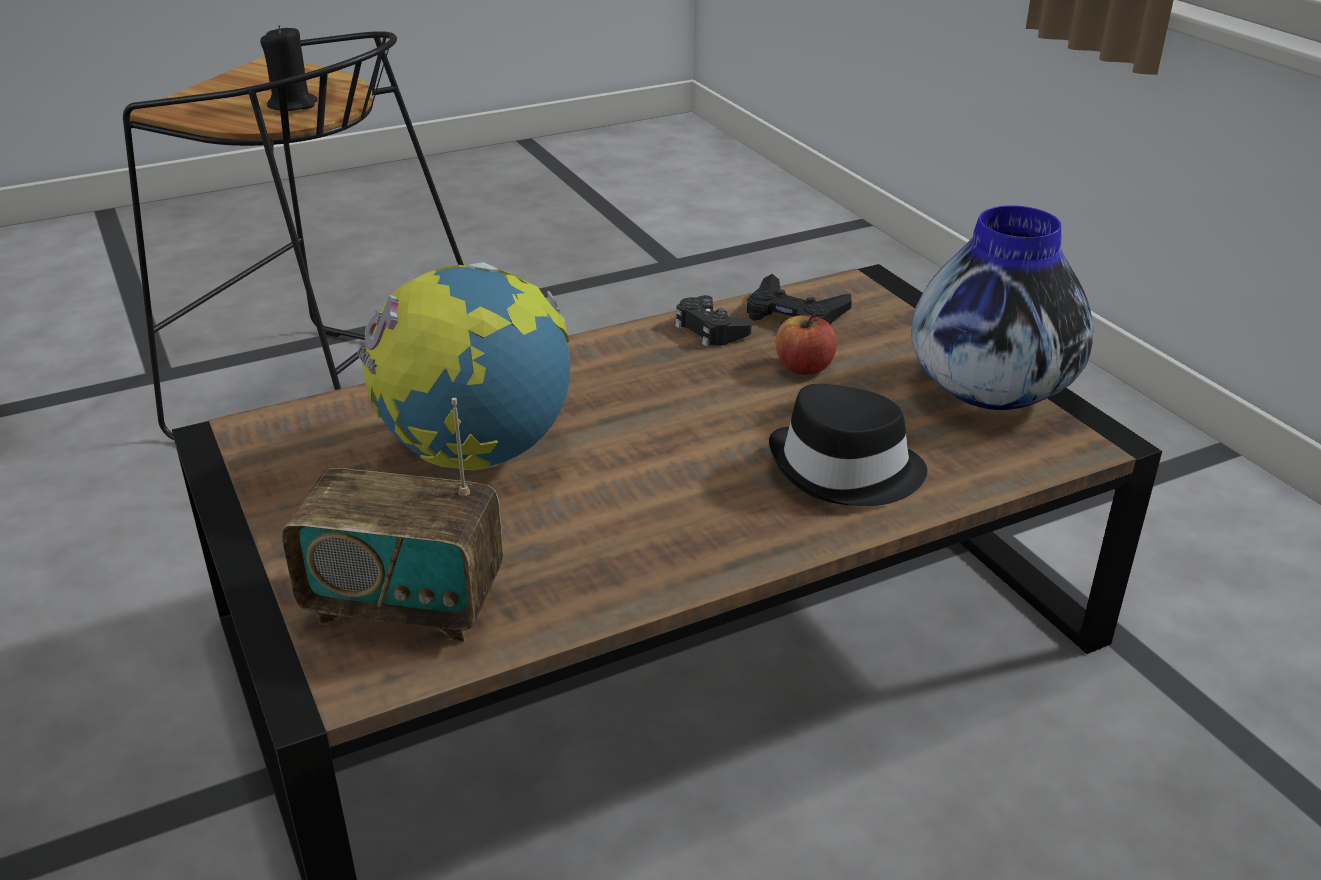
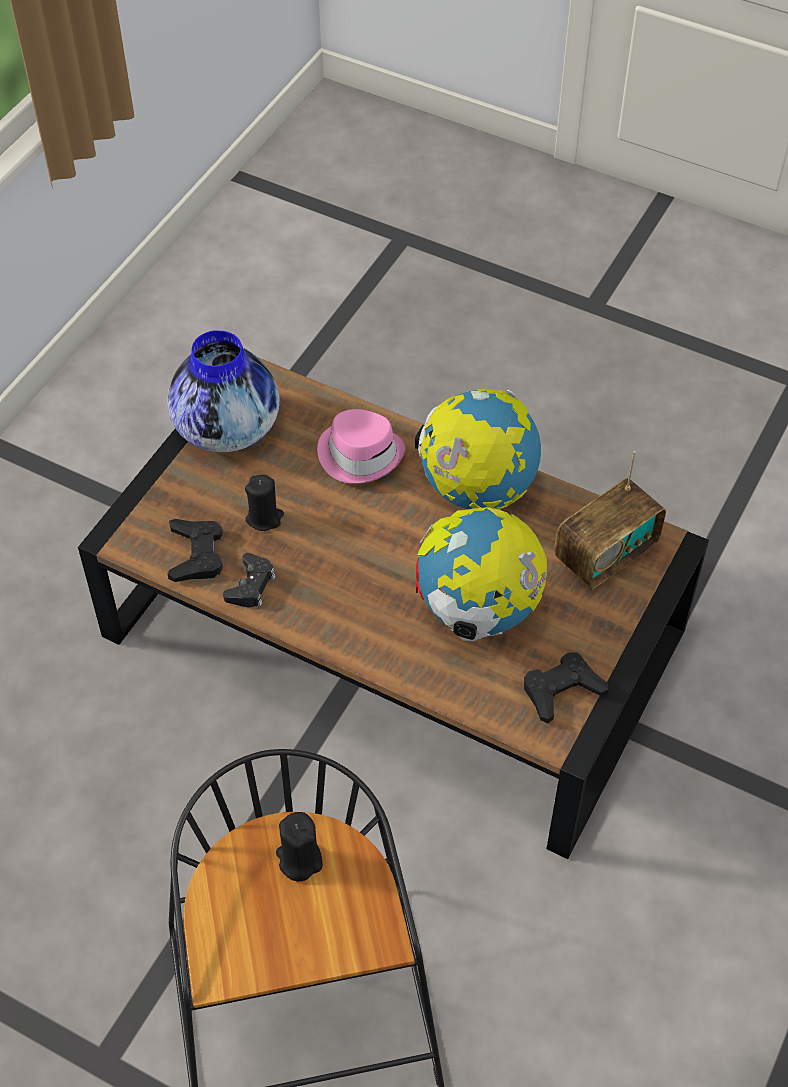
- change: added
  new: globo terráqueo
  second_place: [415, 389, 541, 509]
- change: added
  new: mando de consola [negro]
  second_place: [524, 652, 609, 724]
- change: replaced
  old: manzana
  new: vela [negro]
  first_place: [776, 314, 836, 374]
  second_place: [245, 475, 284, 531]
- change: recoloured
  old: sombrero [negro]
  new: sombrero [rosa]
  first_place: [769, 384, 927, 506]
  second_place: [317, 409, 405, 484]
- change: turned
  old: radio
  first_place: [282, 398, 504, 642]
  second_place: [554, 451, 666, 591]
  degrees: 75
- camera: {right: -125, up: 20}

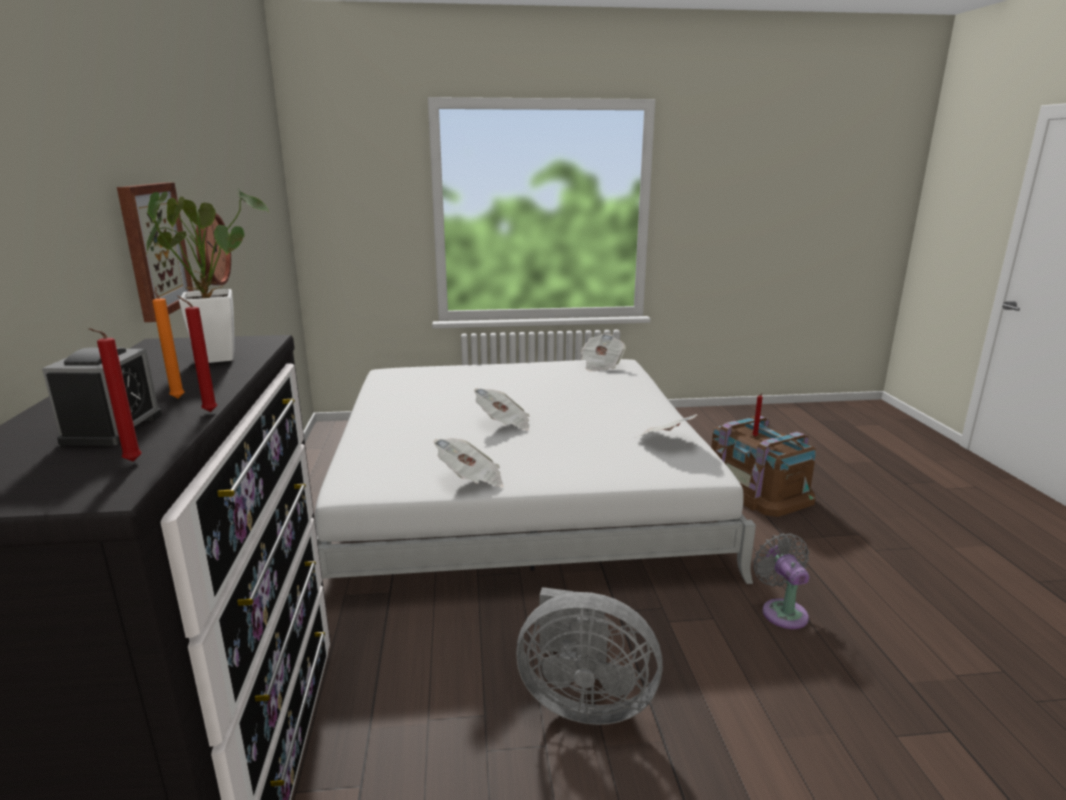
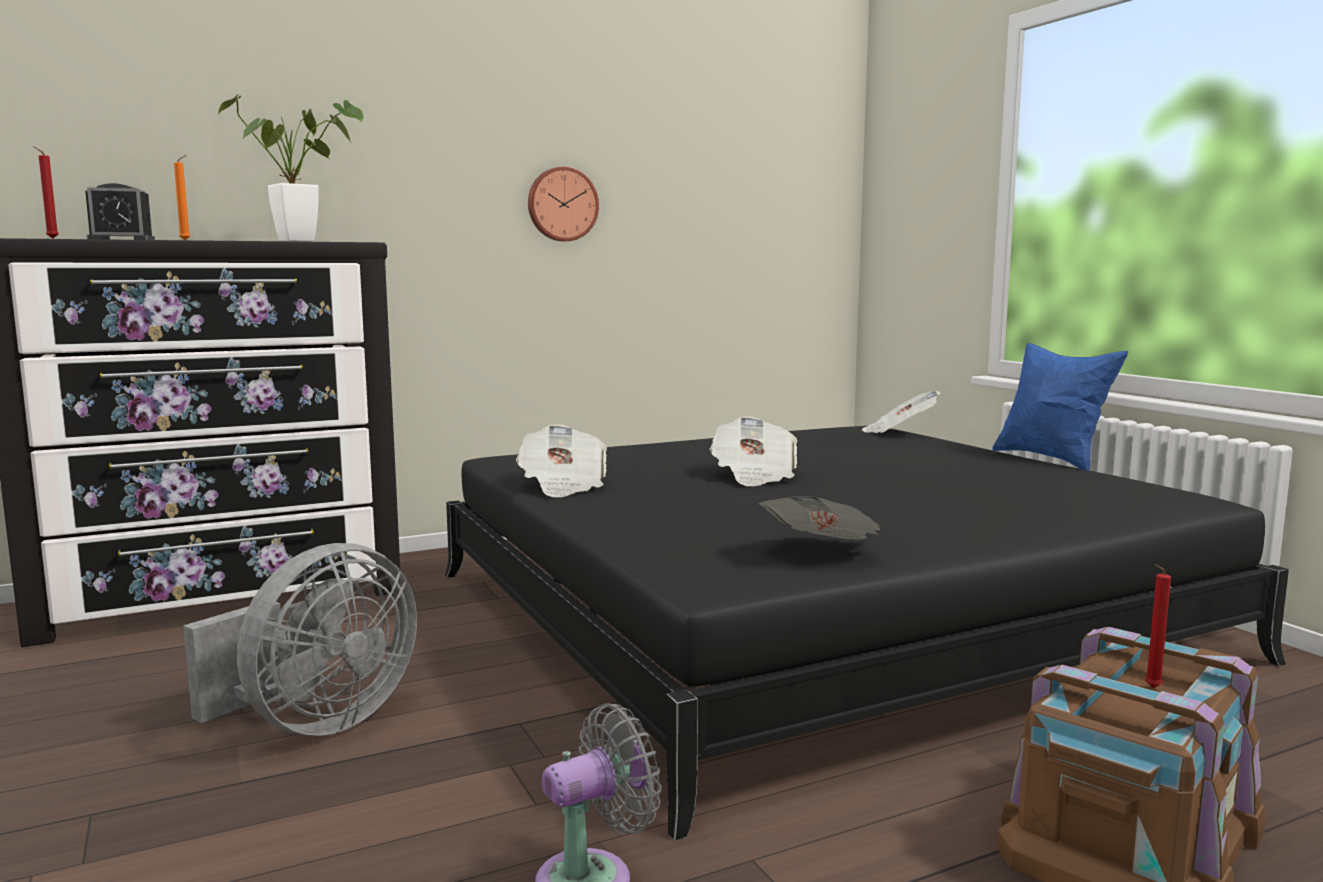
- change: removed
  old: cuadro
  first_place: [117, 183, 194, 322]
- change: removed
  old: vela [rojo]
  first_place: [177, 295, 217, 412]
- change: added
  new: cojín [azul]
  second_place: [992, 343, 1128, 471]
- change: moved
  old: periódico
  first_place: [581, 334, 626, 372]
  second_place: [861, 391, 941, 433]
- change: recoloured
  old: cama [blanco]
  new: cama [negro]
  first_place: [315, 359, 756, 584]
  second_place: [445, 426, 1289, 840]
- change: turned
  old: ventilador [gris]
  first_place: [516, 587, 663, 725]
  second_place: [183, 543, 417, 736]
  degrees: -135
- camera: {right: 70, up: -10}

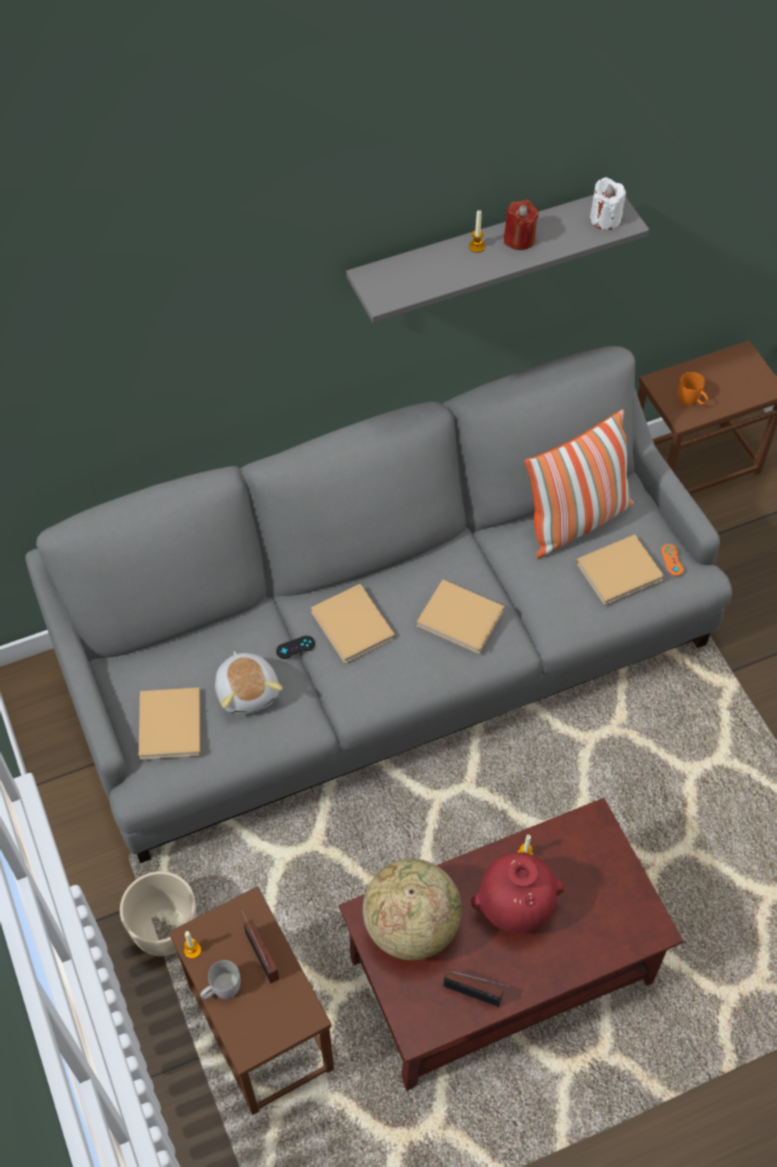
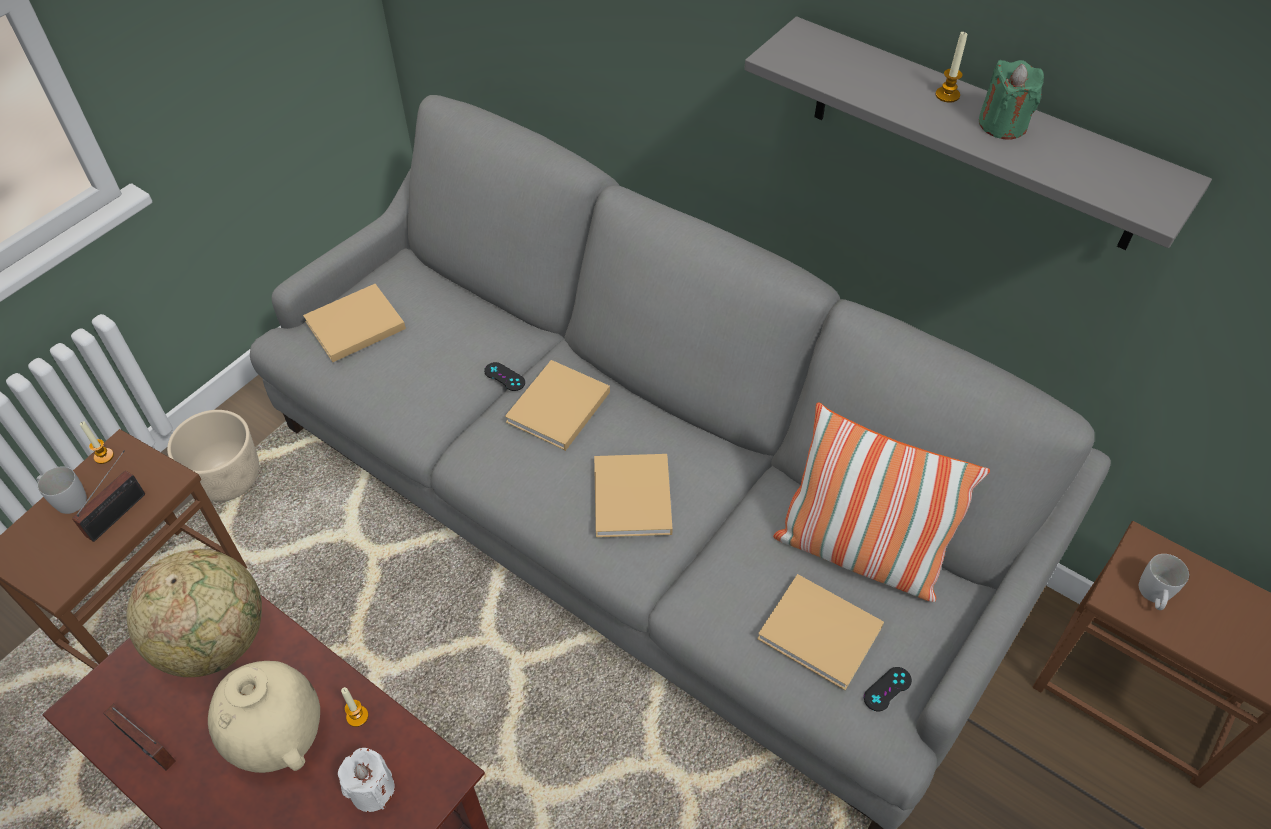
- change: removed
  old: peluche
  first_place: [215, 651, 283, 715]
- change: moved
  old: vela [blanco]
  first_place: [590, 177, 626, 230]
  second_place: [338, 748, 395, 812]
- change: recoloured
  old: florero [rojo]
  new: florero [beis]
  first_place: [471, 852, 564, 934]
  second_place: [208, 661, 320, 773]
- change: recoloured
  old: vela [rojo]
  new: vela [verde]
  first_place: [504, 200, 539, 250]
  second_place: [979, 60, 1044, 140]
- change: recoloured
  old: mando de consola [naranja]
  new: mando de consola [negro]
  first_place: [661, 544, 684, 576]
  second_place: [864, 667, 912, 711]
- change: recoloured
  old: taza grande [naranja]
  new: taza grande [blanco]
  first_place: [678, 372, 708, 406]
  second_place: [1139, 554, 1189, 610]
- change: turned
  old: radio
  first_place: [443, 969, 511, 1007]
  second_place: [104, 703, 176, 771]
  degrees: -45
- camera: {right: 60, up: -5}

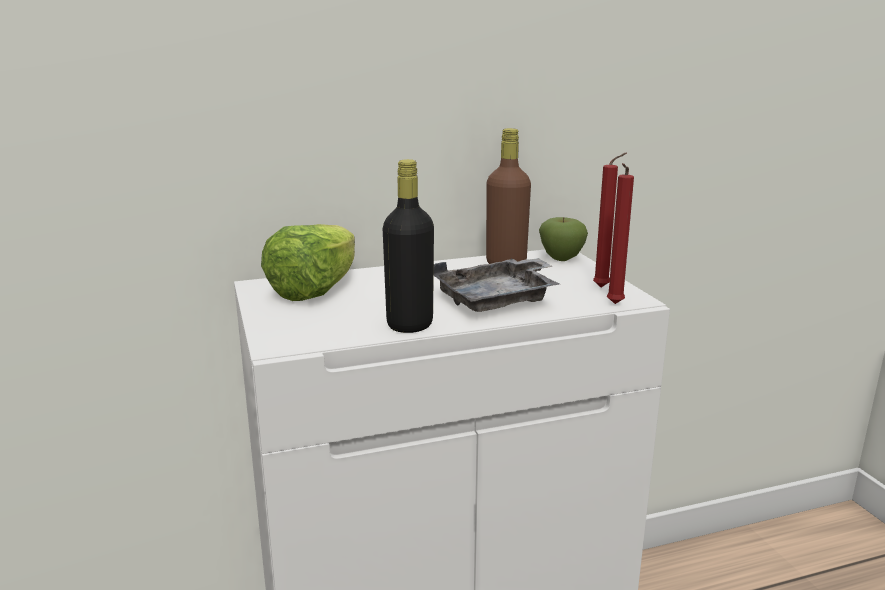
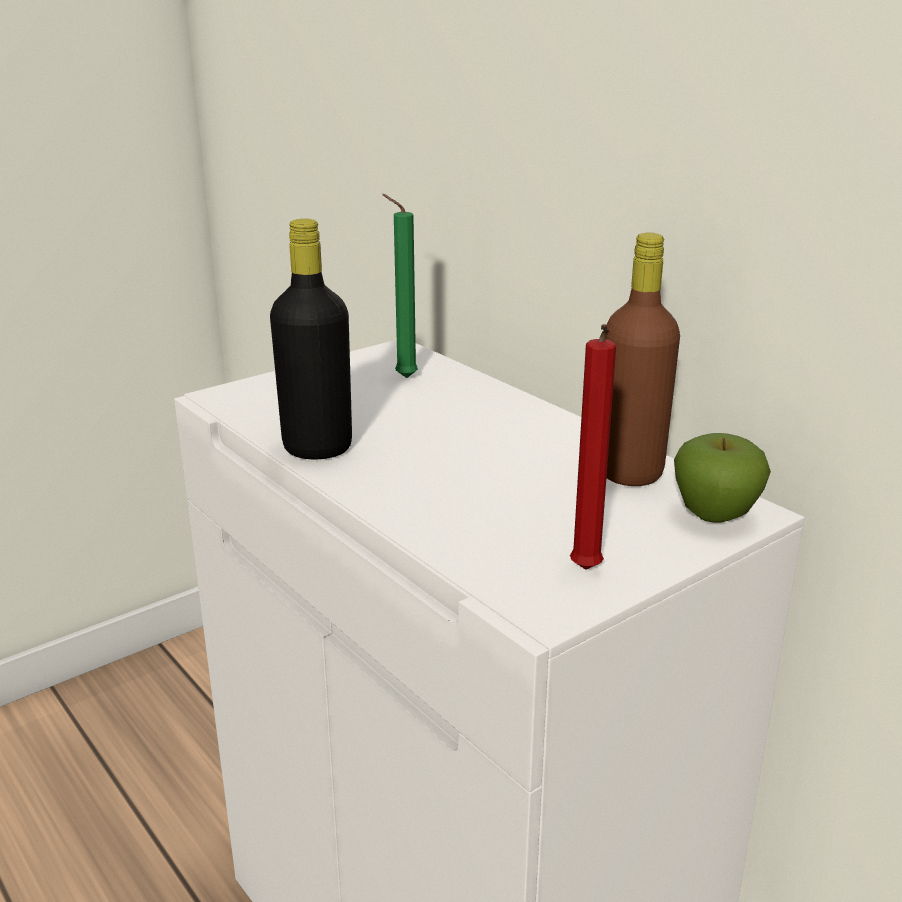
- change: removed
  old: bandeja [gris]
  first_place: [434, 257, 559, 312]
- change: removed
  old: vela [rojo]
  first_place: [607, 163, 634, 304]
- change: replaced
  old: lechuga
  new: vela [verde]
  first_place: [261, 224, 355, 301]
  second_place: [382, 194, 418, 378]
- camera: {right: 70, up: 5}

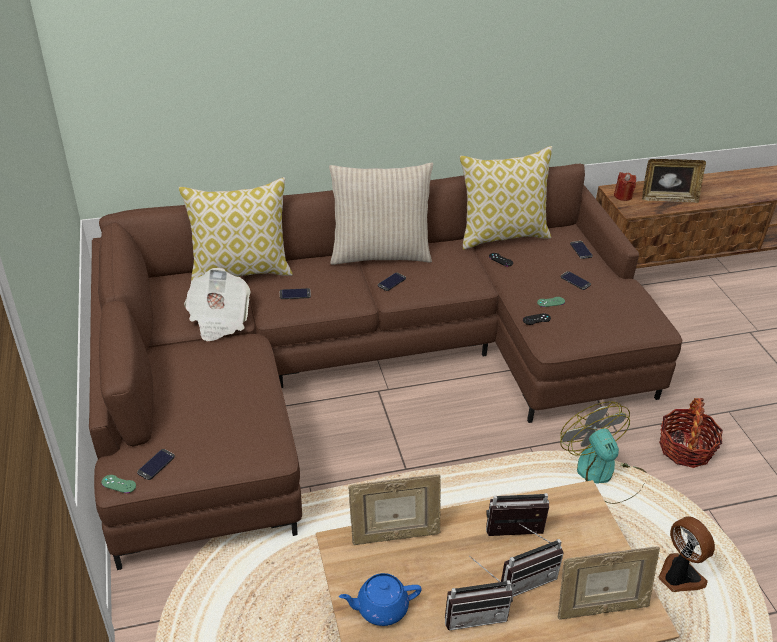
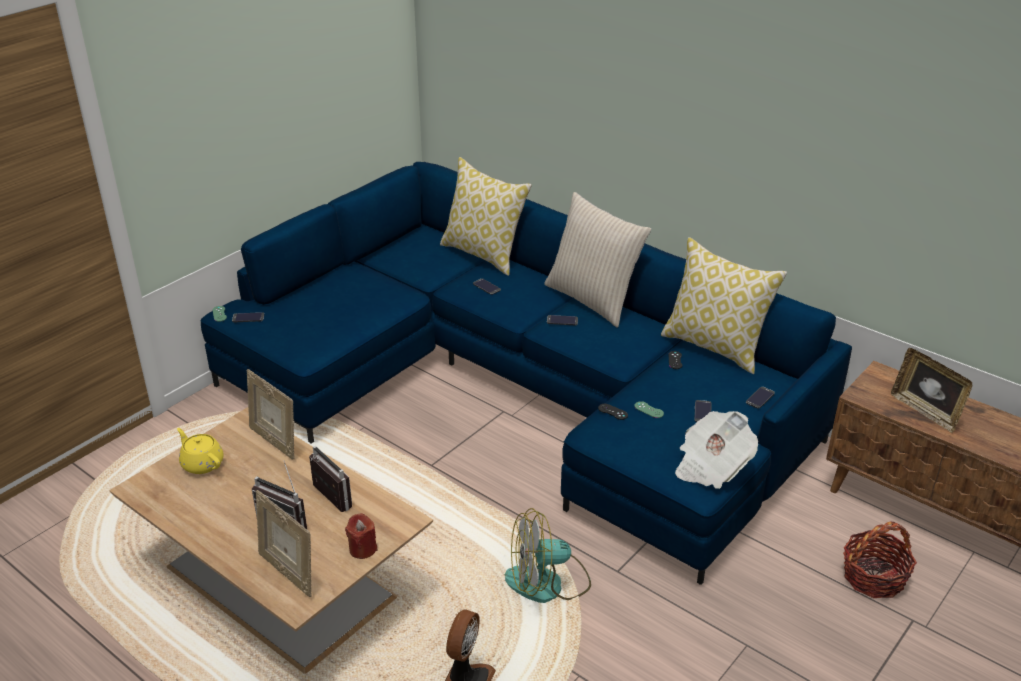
- change: removed
  old: radio
  first_place: [445, 556, 513, 631]
- change: moved
  old: periódico
  first_place: [184, 268, 251, 342]
  second_place: [675, 411, 758, 489]
- change: moved
  old: vela [rojo]
  first_place: [614, 172, 636, 201]
  second_place: [345, 513, 377, 559]
- change: moved
  old: cesta
  first_place: [659, 398, 723, 468]
  second_place: [843, 521, 917, 598]
- change: recoloured
  old: sofá [marrón]
  new: sofá [azul]
  first_place: [89, 163, 682, 570]
  second_place: [201, 162, 852, 585]
- change: recoloured
  old: tetera [azul]
  new: tetera [amarillo]
  first_place: [339, 573, 422, 626]
  second_place: [177, 428, 224, 474]
- change: turned
  old: ventilador
  first_place: [560, 401, 646, 504]
  second_place: [505, 508, 591, 603]
  degrees: -135
- camera: {right: 55, up: -5}

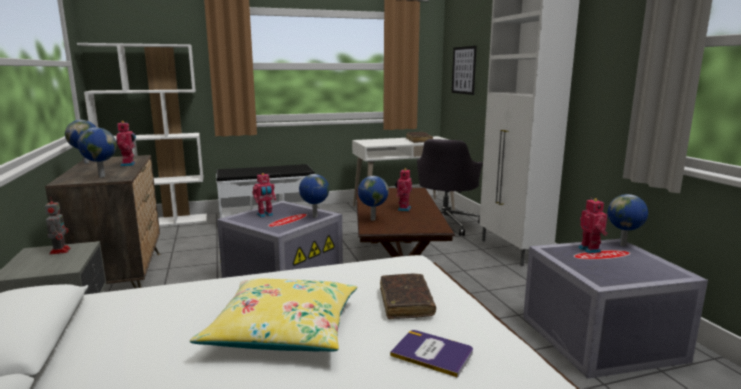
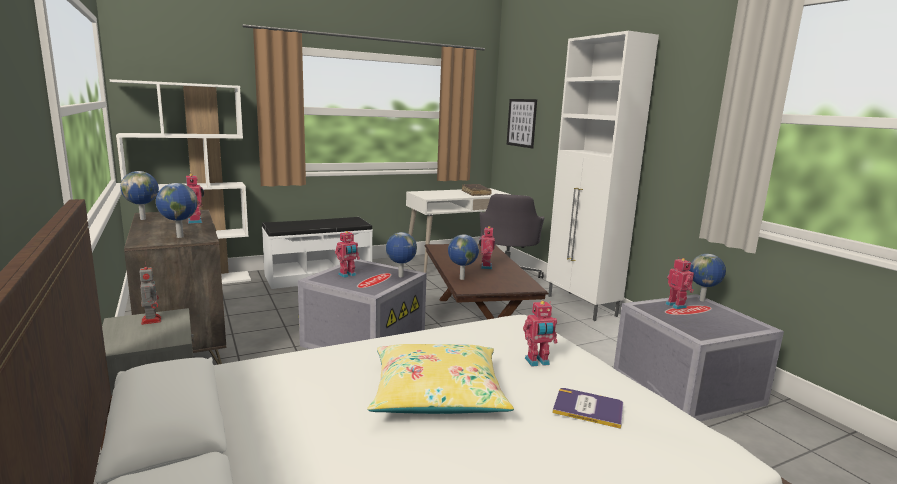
- change: replaced
  old: libro [marrón]
  new: robot de juguete
  first_place: [380, 274, 436, 319]
  second_place: [523, 301, 557, 367]
- camera: {right: -10, up: 0}

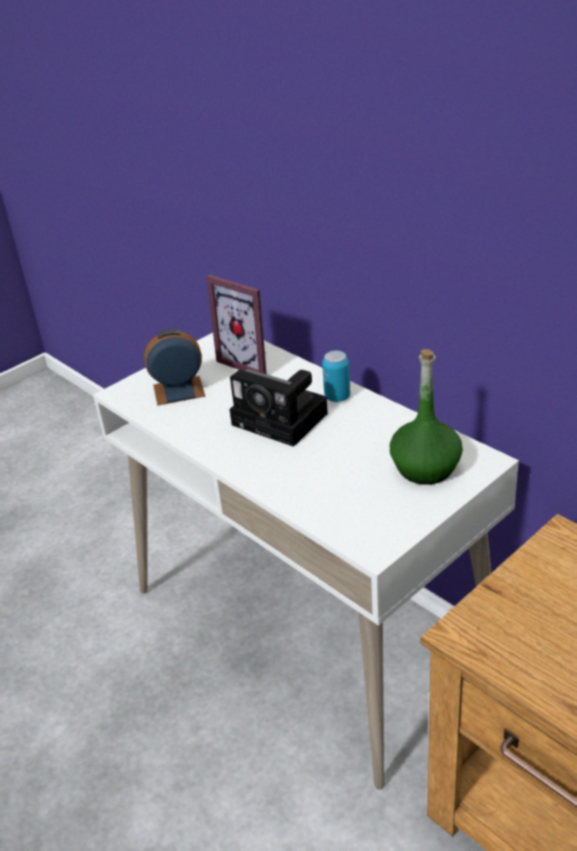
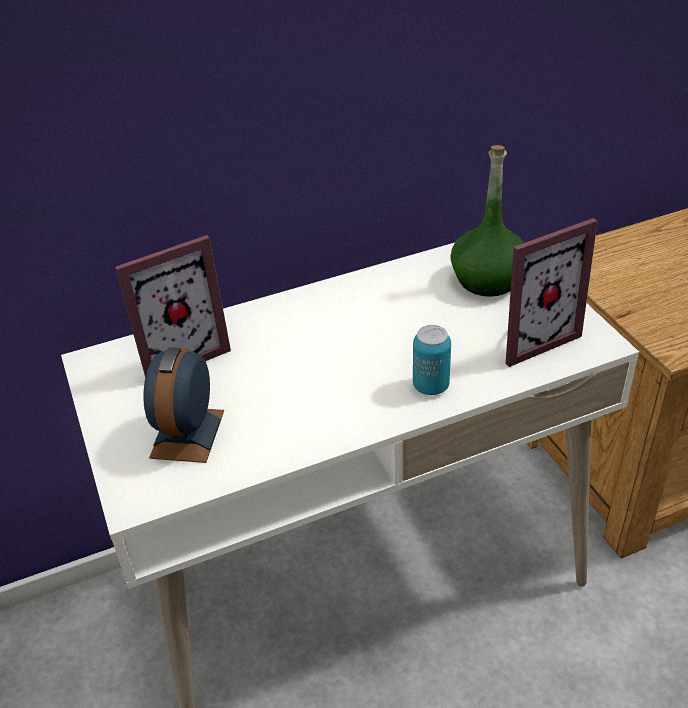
- change: removed
  old: cámara
  first_place: [230, 369, 328, 447]
- change: added
  new: portarretratos
  second_place: [506, 218, 598, 367]
- change: moved
  old: lata
  first_place: [322, 351, 350, 402]
  second_place: [413, 325, 451, 395]
- camera: {right: -70, up: 5}

